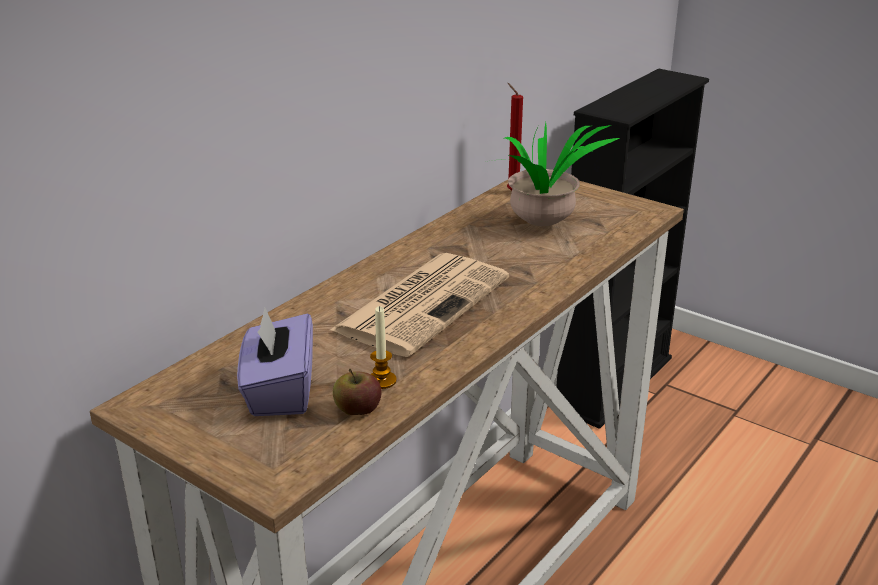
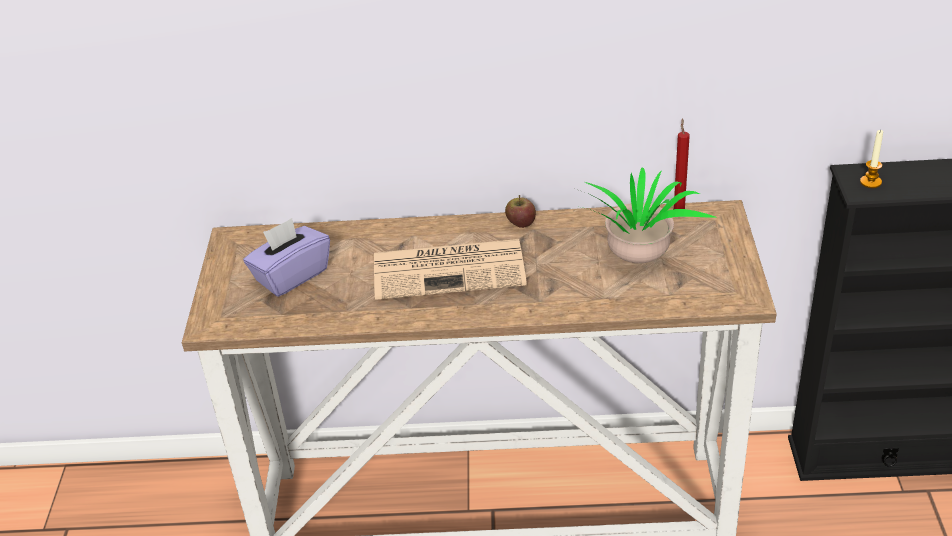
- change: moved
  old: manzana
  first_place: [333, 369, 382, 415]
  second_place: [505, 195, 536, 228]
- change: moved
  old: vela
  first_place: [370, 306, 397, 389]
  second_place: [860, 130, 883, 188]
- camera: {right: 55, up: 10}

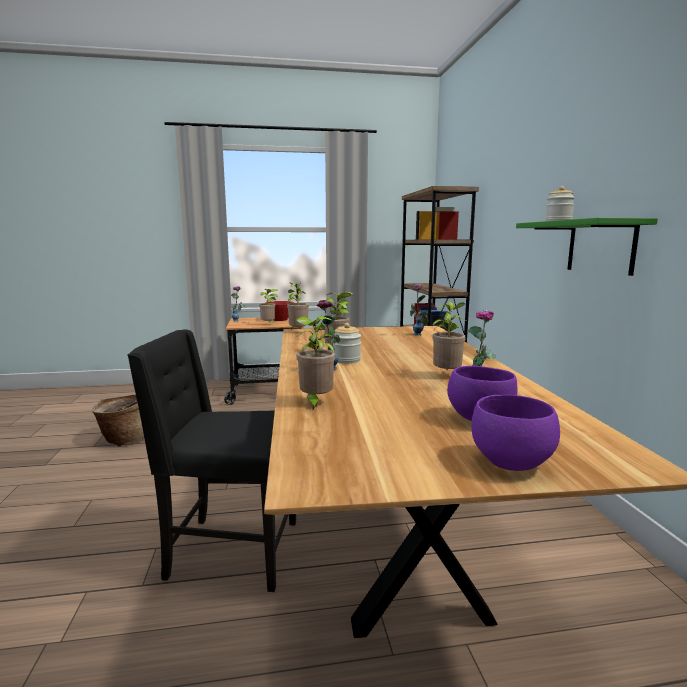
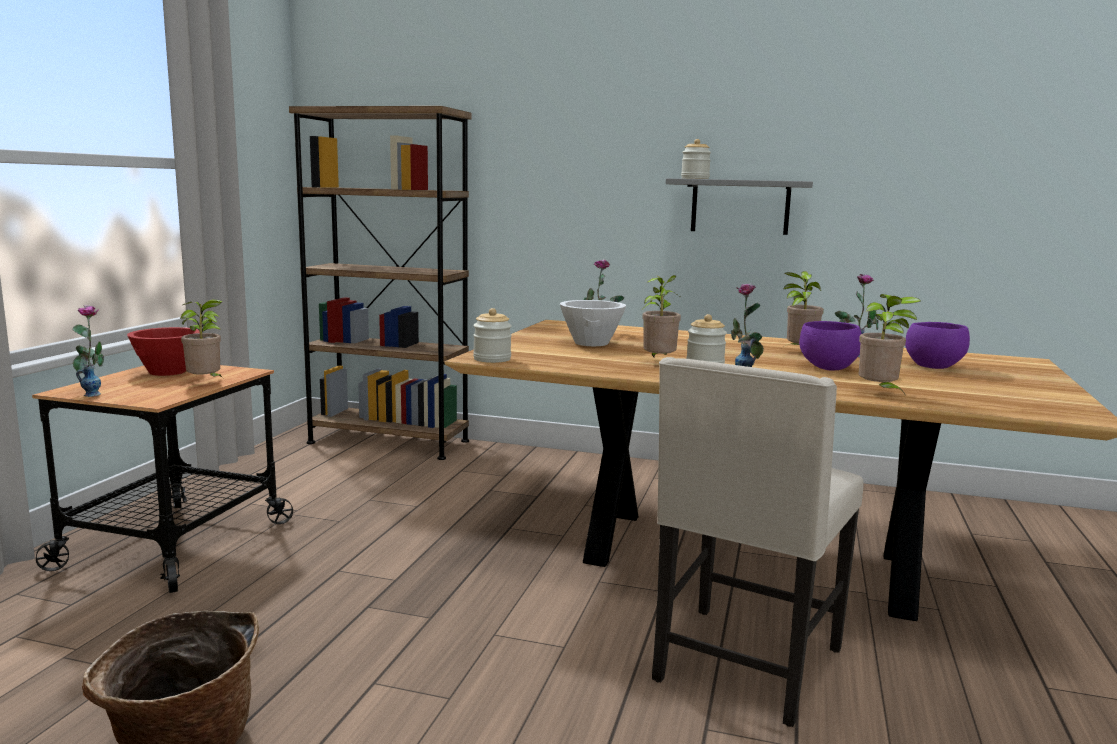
- change: added
  new: cuenco [blanco]
  second_place: [560, 300, 626, 346]
- change: moved
  old: cuenco [morado]
  first_place: [471, 395, 560, 471]
  second_place: [799, 321, 862, 370]
- change: replaced
  old: planta en maceta
  new: tarro
  first_place: [287, 282, 309, 330]
  second_place: [473, 308, 512, 363]
- change: recoloured
  old: silla [negro]
  new: silla [beis]
  first_place: [127, 329, 296, 592]
  second_place: [652, 357, 864, 727]
- change: recoloured
  old: estante [verde]
  new: estante [gris]
  first_place: [516, 218, 658, 276]
  second_place: [666, 178, 813, 235]
- camera: {right: -65, up: 0}

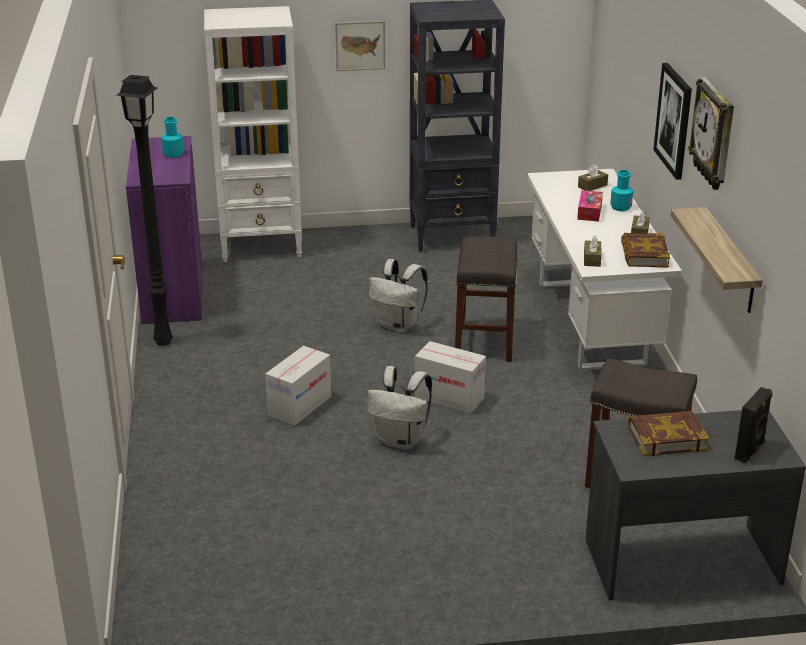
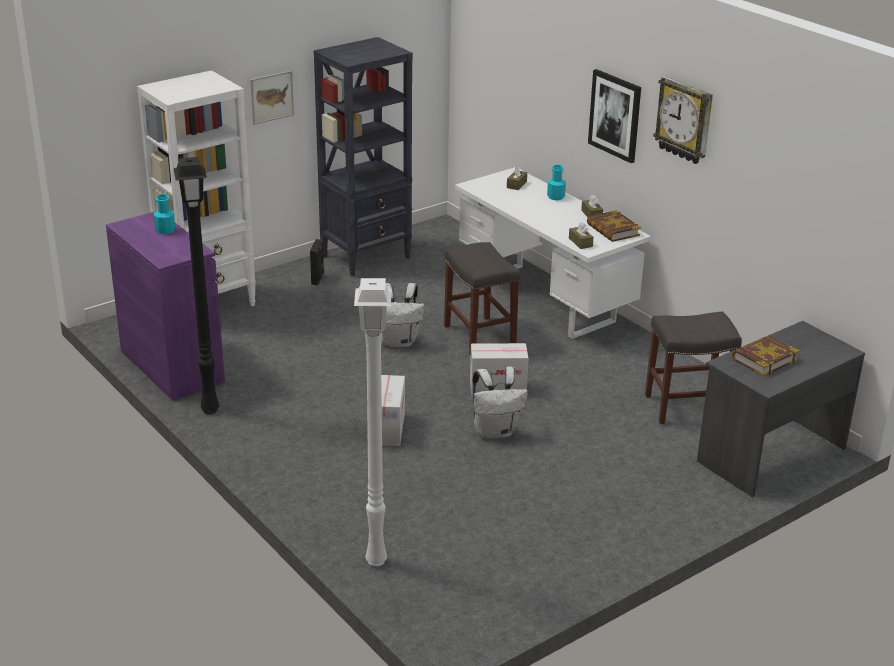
- change: removed
  old: caja de pañuelos
  first_place: [577, 190, 603, 222]
- change: removed
  old: estante
  first_place: [671, 207, 763, 313]
- change: added
  new: lámpara de pie [blanco]
  second_place: [354, 278, 392, 567]
- change: moved
  old: altavoz [negro]
  first_place: [735, 387, 773, 463]
  second_place: [310, 239, 324, 286]
- camera: {right: -30, up: 0}

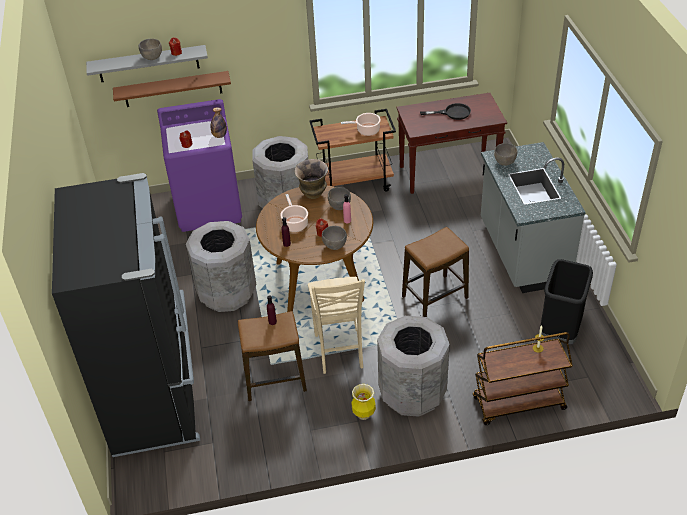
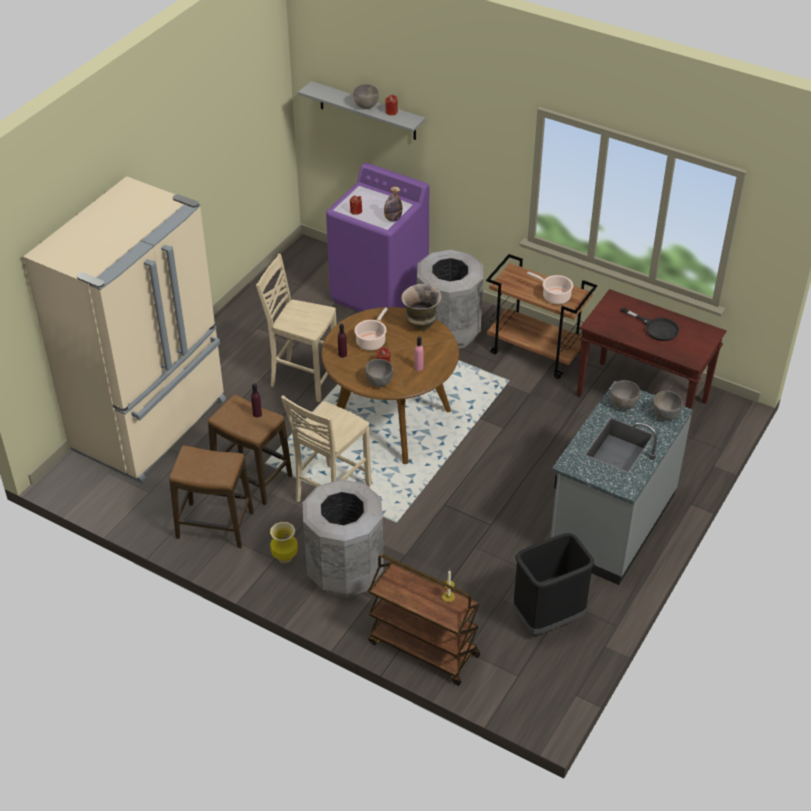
- change: removed
  old: estante [marrón]
  first_place: [113, 71, 231, 107]
- change: moved
  old: cuenco [gris]
  first_place: [328, 187, 351, 210]
  second_place: [653, 391, 683, 421]
- change: moved
  old: taburete
  first_place: [402, 227, 469, 317]
  second_place: [169, 445, 254, 548]
- change: replaced
  old: papelera [gris]
  new: silla [beis]
  first_place: [186, 221, 256, 312]
  second_place: [256, 254, 337, 402]
- change: recoloured
  old: nevera [negro]
  new: nevera [beis]
  first_place: [52, 173, 200, 457]
  second_place: [23, 176, 226, 484]
- camera: {right: 40, up: 0}

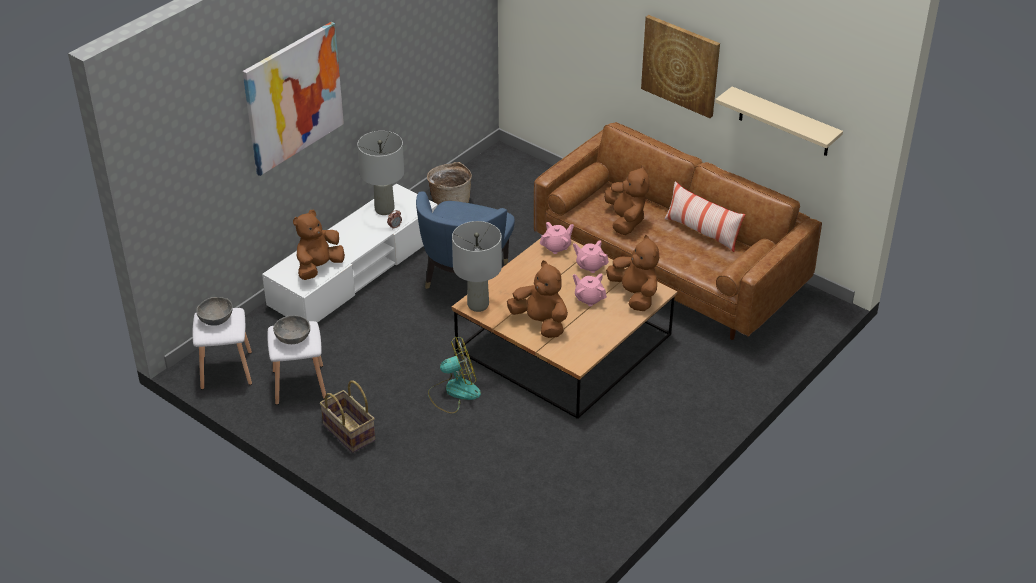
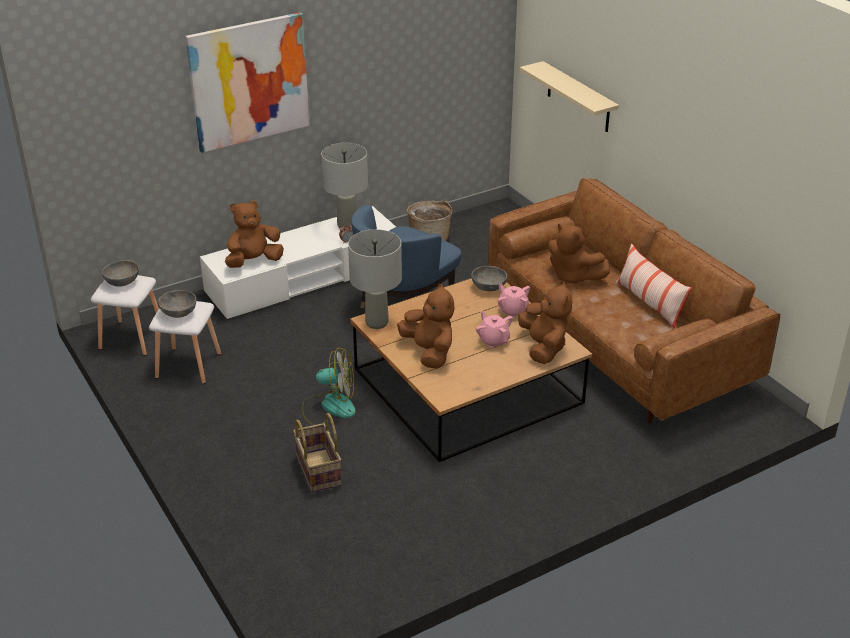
- change: removed
  old: cuadro
  first_place: [641, 15, 720, 118]
- change: moved
  old: cesta
  first_place: [320, 380, 375, 453]
  second_place: [293, 413, 342, 493]
- change: moved
  old: estante [beis]
  first_place: [715, 86, 843, 156]
  second_place: [520, 61, 619, 132]
- change: replaced
  old: tetera [rosa]
  new: cuenco [gris]
  first_place: [540, 222, 574, 254]
  second_place: [472, 266, 507, 291]
- change: turned
  old: peluche [marrón]
  first_place: [604, 165, 649, 235]
  second_place: [548, 224, 610, 284]
  degrees: 120
- camera: {right: 20, up: -5}

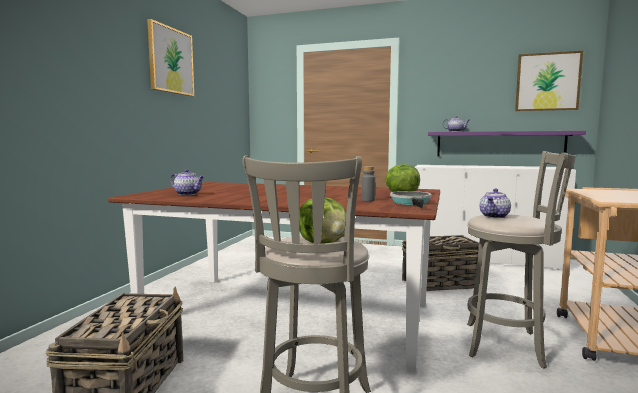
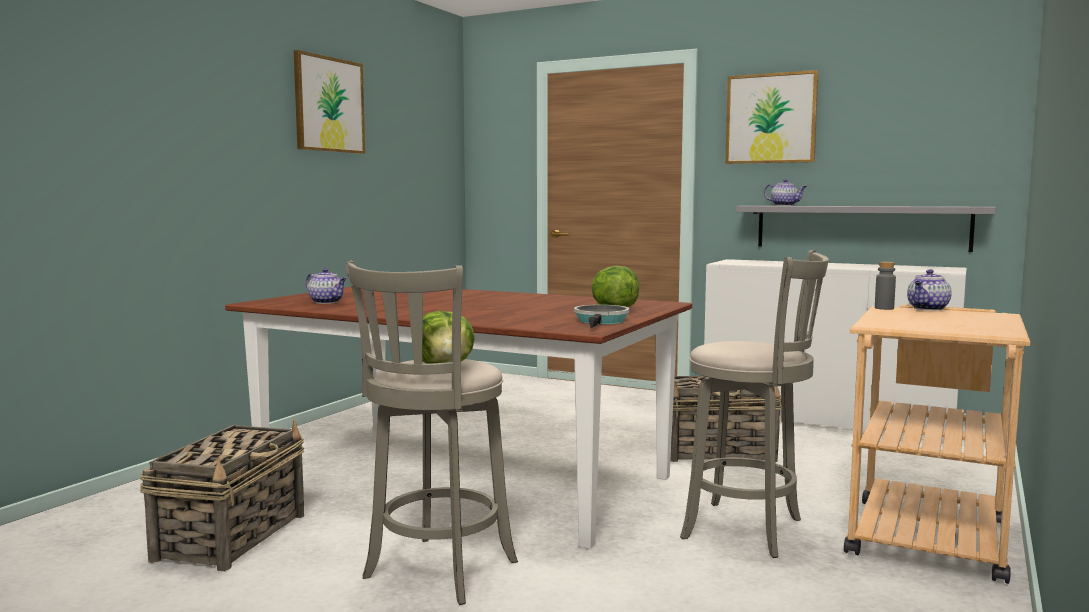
- change: moved
  old: botella [gris]
  first_place: [362, 166, 375, 201]
  second_place: [875, 262, 896, 310]
- change: moved
  old: tetera
  first_place: [480, 188, 511, 218]
  second_place: [907, 269, 952, 310]
- change: moved
  old: cuadro
  first_place: [515, 51, 583, 111]
  second_place: [725, 70, 819, 164]
- change: recoloured
  old: estante [morado]
  new: estante [gris]
  first_place: [428, 131, 586, 157]
  second_place: [736, 206, 996, 252]
- camera: {right: 10, up: 0}

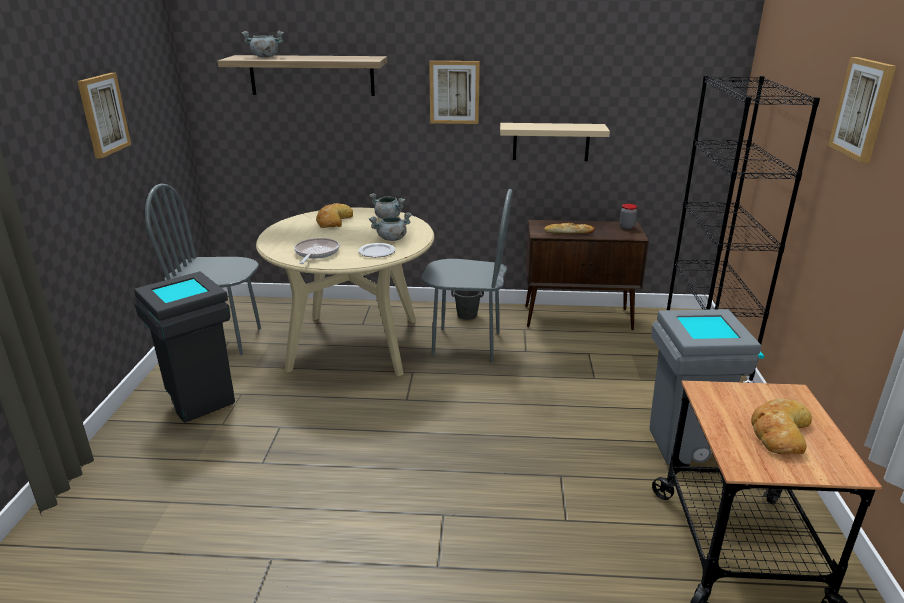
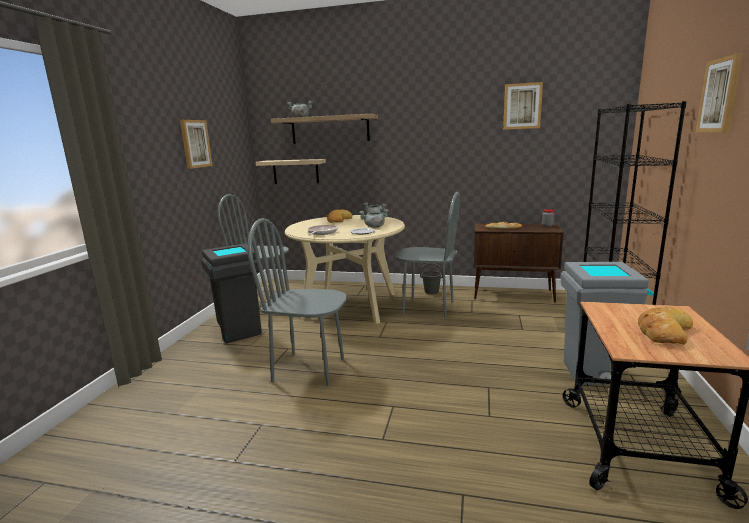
- change: added
  new: silla [gris]
  second_place: [248, 218, 347, 386]
- change: moved
  old: cuadro
  first_place: [429, 61, 480, 124]
  second_place: [503, 82, 543, 130]
- change: moved
  old: estante [beis]
  first_place: [500, 123, 610, 161]
  second_place: [255, 159, 326, 184]
- camera: {right: 10, up: -10}

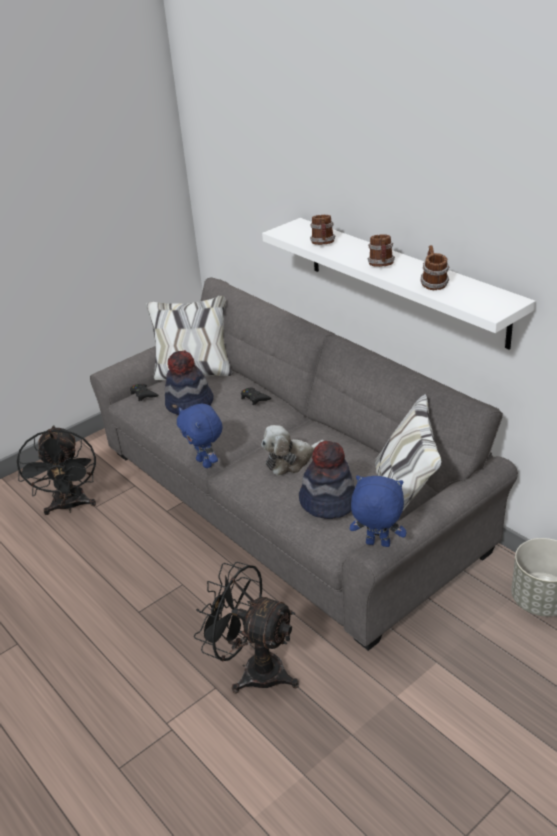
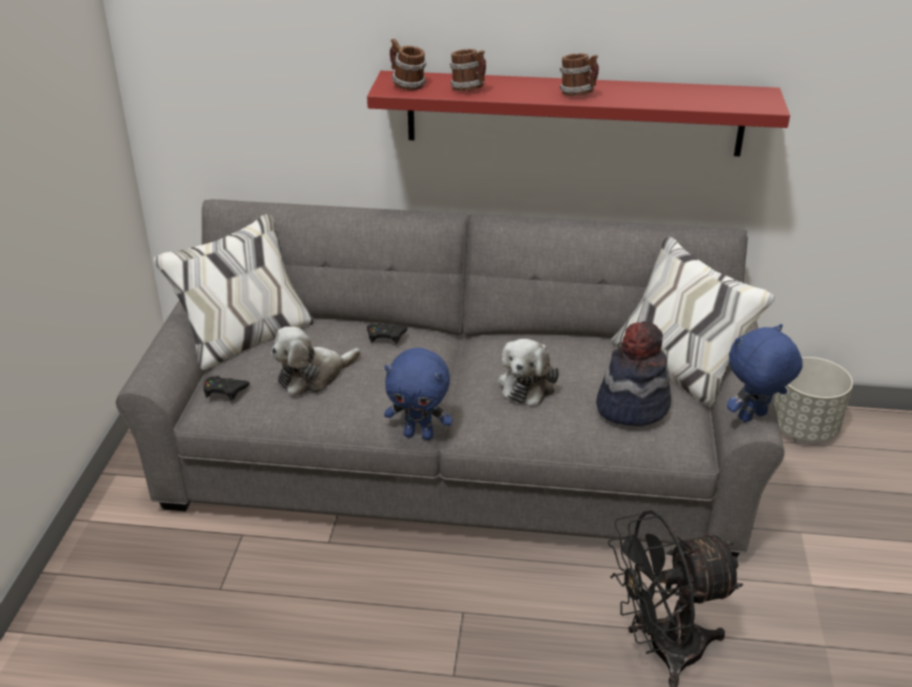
- change: removed
  old: ventilador [negro]
  first_place: [17, 425, 96, 515]
- change: moved
  old: taza grande
  first_place: [420, 245, 449, 290]
  second_place: [390, 38, 427, 91]
- change: replaced
  old: sombrero
  new: peluche
  first_place: [165, 350, 214, 415]
  second_place: [271, 326, 361, 396]
- change: recoloured
  old: estante [blanco]
  new: estante [rojo]
  first_place: [262, 218, 536, 349]
  second_place: [367, 71, 790, 156]
- camera: {right: -45, up: 0}

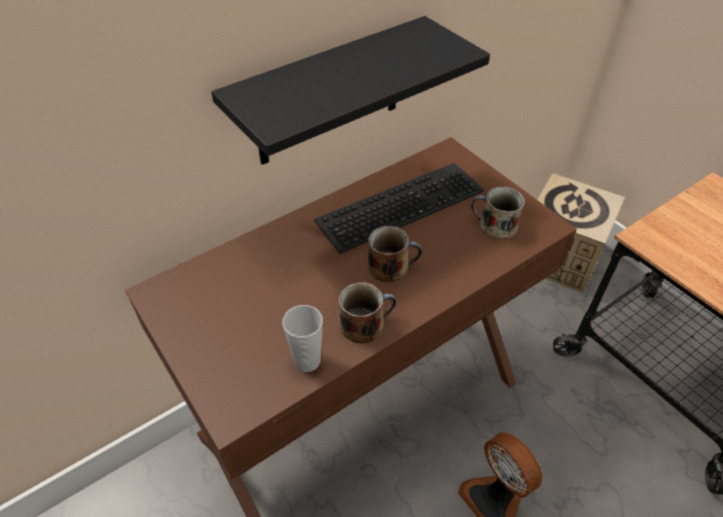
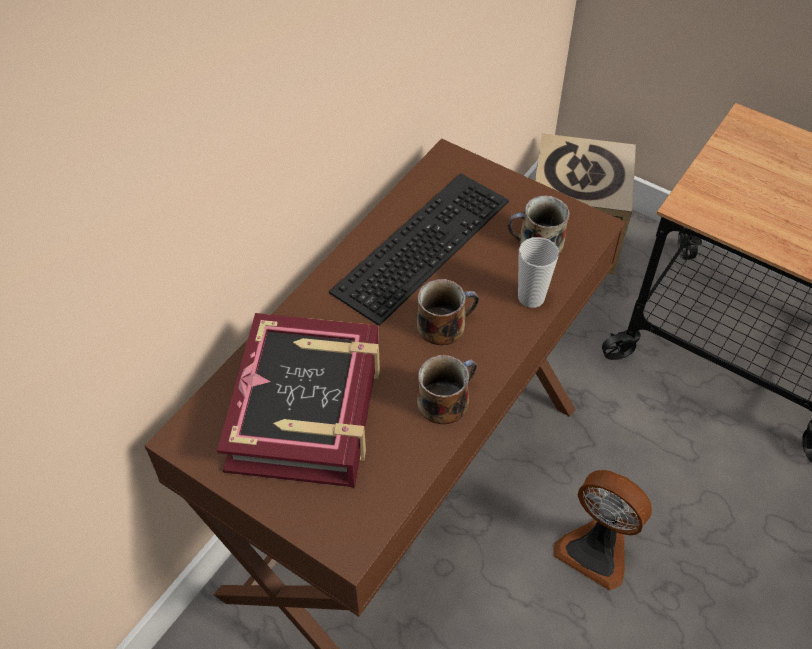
- change: removed
  old: estante [negro]
  first_place: [211, 16, 490, 165]
- change: added
  new: libro
  second_place: [217, 313, 380, 488]
- change: moved
  old: taza
  first_place: [282, 305, 323, 372]
  second_place: [518, 237, 559, 308]
- camera: {right: -20, up: 5}

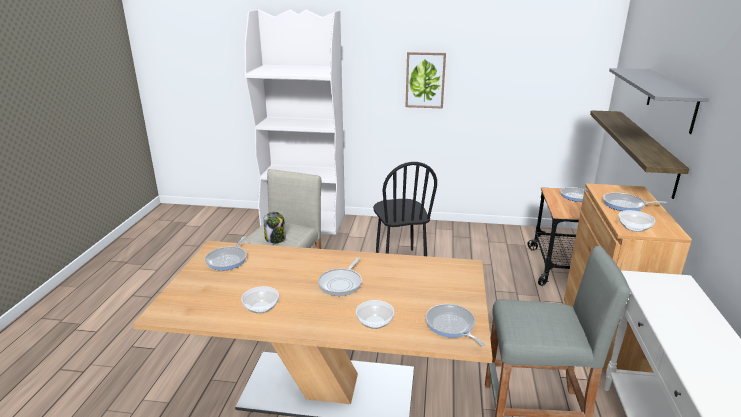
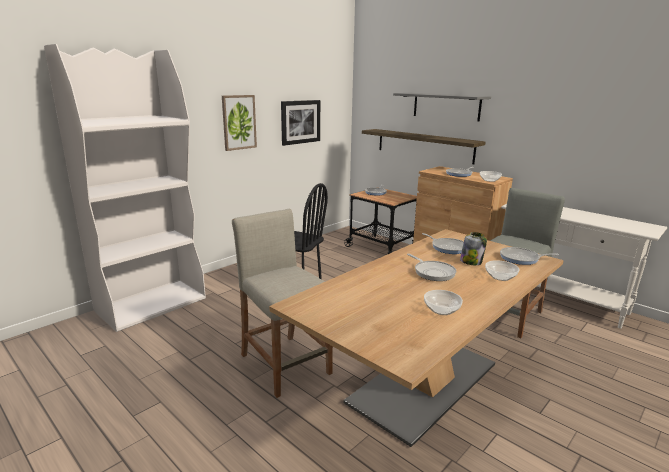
- change: added
  new: cuadro
  second_place: [281, 100, 320, 146]
- change: moved
  old: sartén
  first_place: [205, 236, 247, 271]
  second_place: [422, 233, 464, 254]
- change: moved
  old: tarro
  first_place: [263, 211, 286, 243]
  second_place: [460, 232, 487, 265]
- camera: {right: -55, up: -5}

